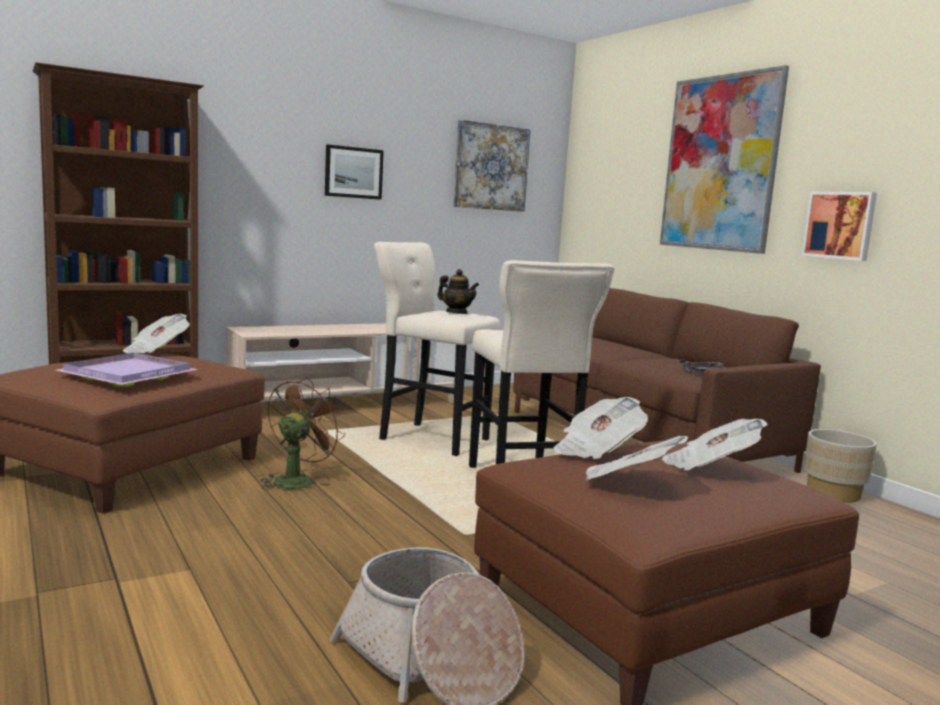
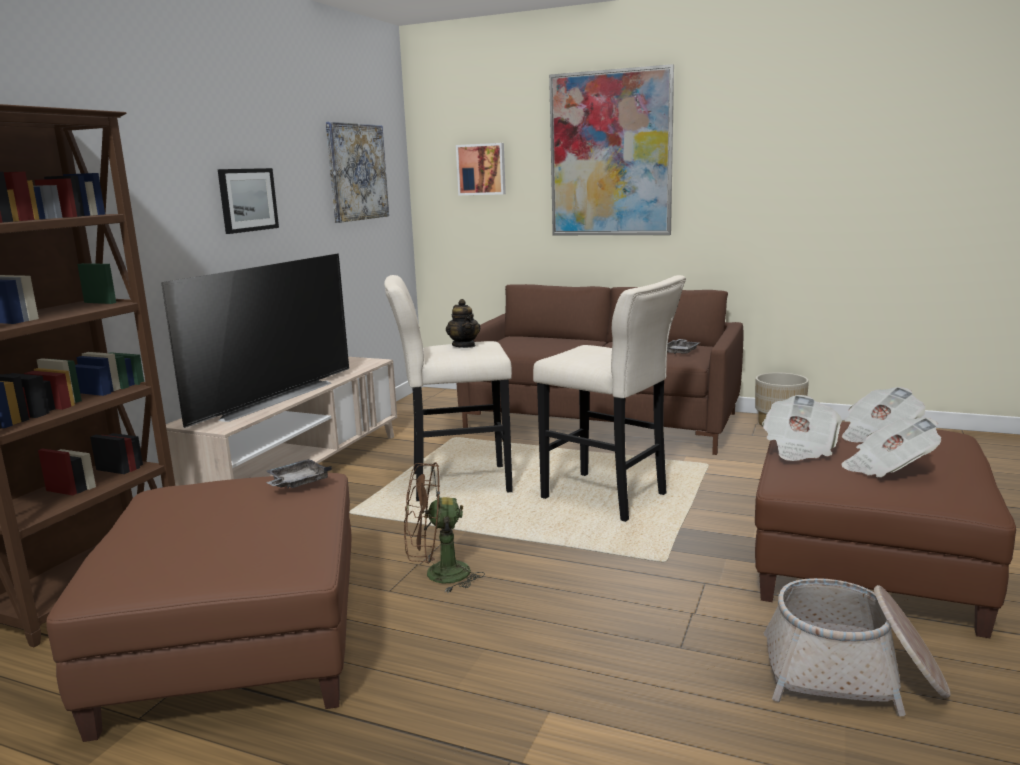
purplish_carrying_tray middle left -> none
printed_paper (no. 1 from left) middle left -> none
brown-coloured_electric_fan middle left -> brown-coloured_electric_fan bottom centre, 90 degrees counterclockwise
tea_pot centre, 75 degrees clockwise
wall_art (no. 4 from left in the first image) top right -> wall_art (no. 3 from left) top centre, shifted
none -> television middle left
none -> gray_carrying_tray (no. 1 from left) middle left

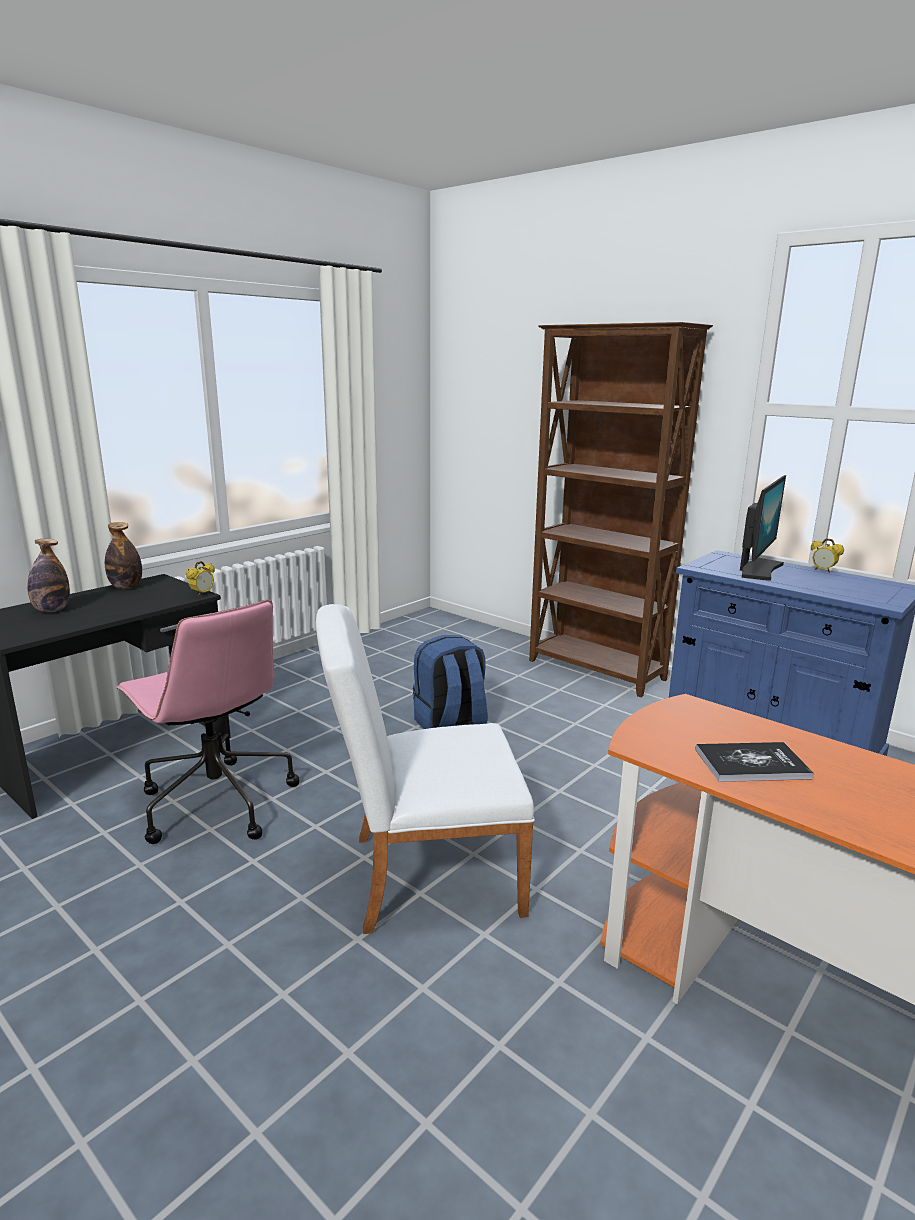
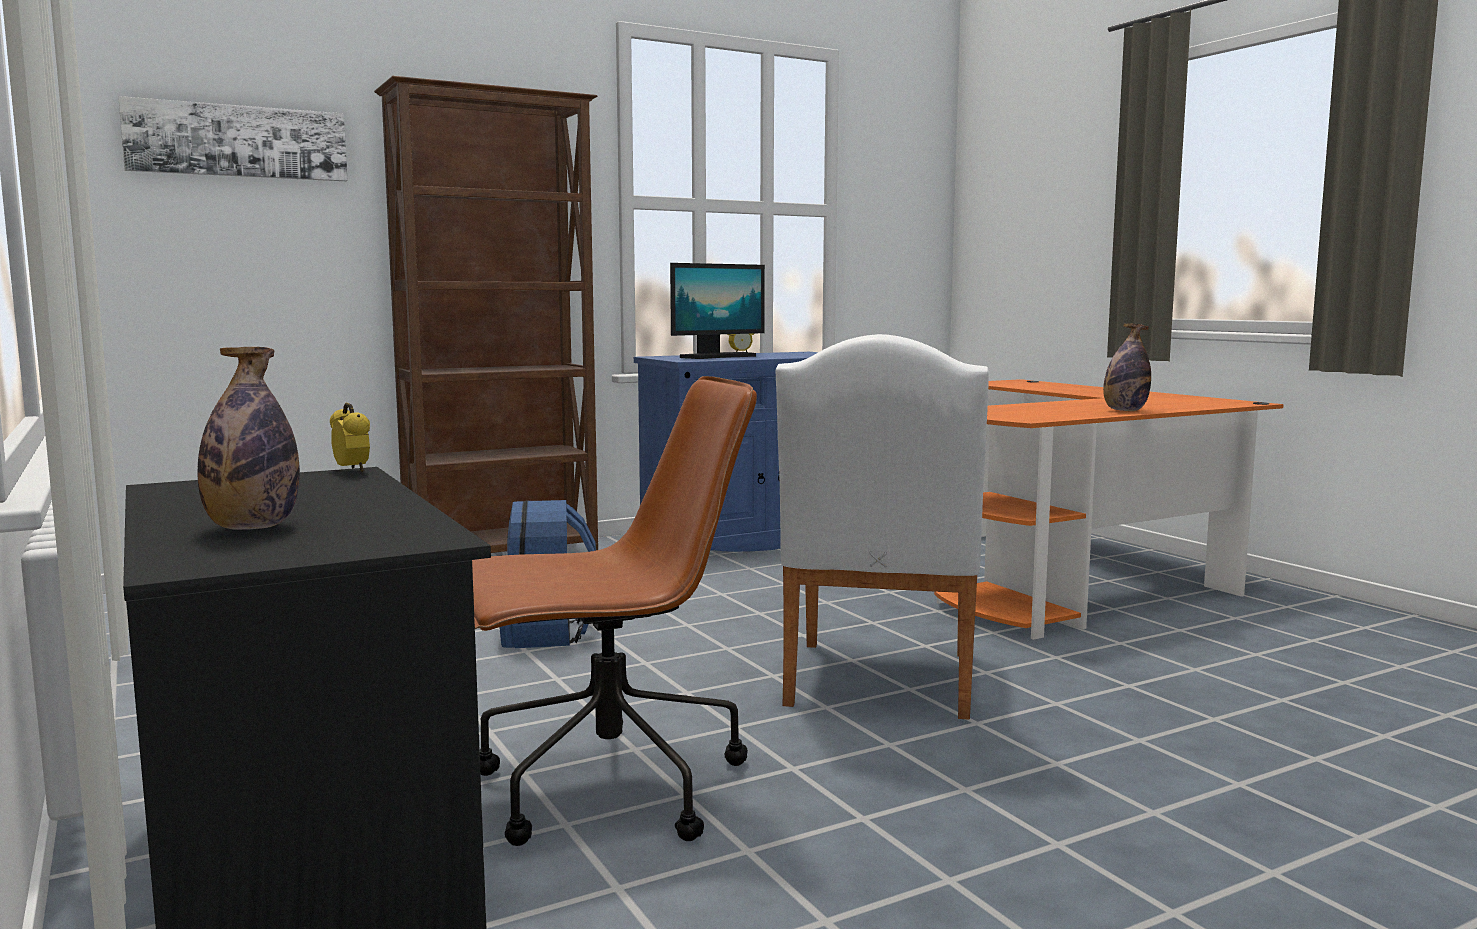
drink_bottle (no. 2 from left) middle left -> drink_bottle (no. 2 from left) middle right, shifted
pink_desk_chair middle left -> brown-coloured_desk_chair centre
volume middle right -> none
monitor middle right -> monitor centre, 90 degrees clockwise
none -> wall_art top left

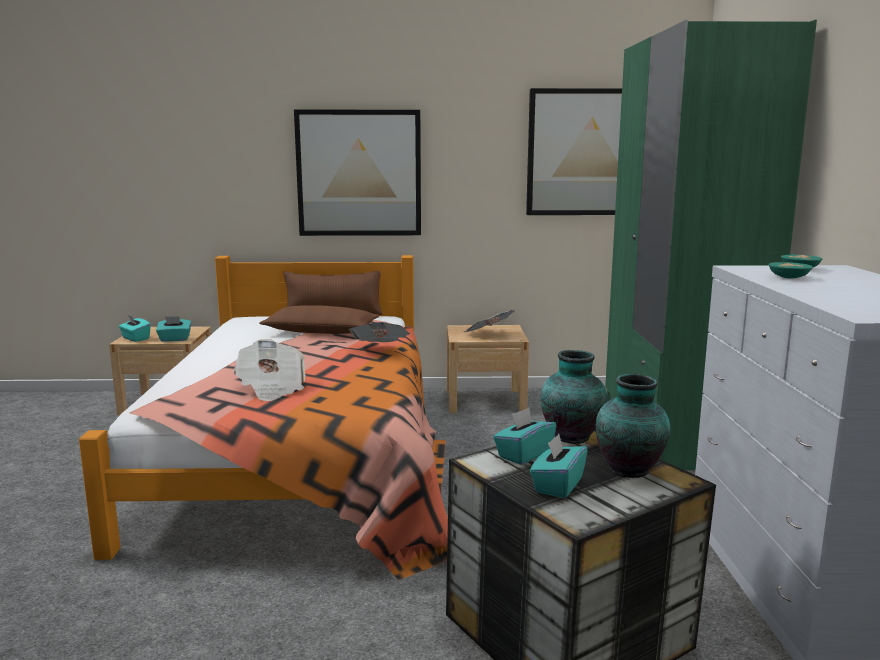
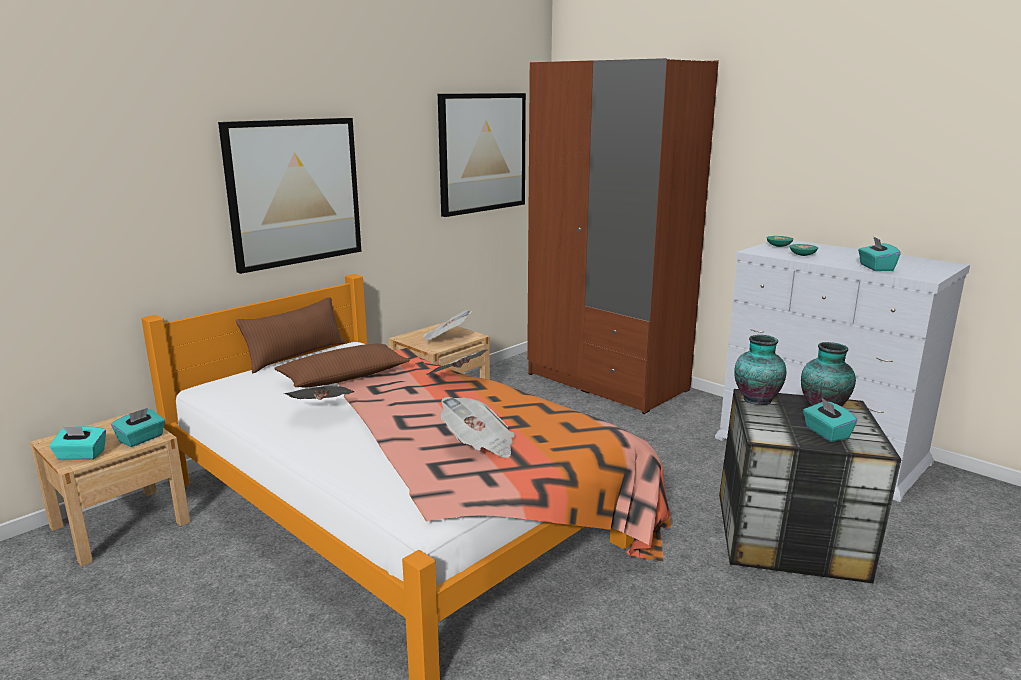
turquoise_box_of_tissues (no. 3 from left in the first image) centre -> turquoise_box_of_tissues (no. 4 from left) middle right, shifted
greenish_armoire middle right -> brown-coloured_armoire centre
none -> printed_paper (no. 1 from left) middle left

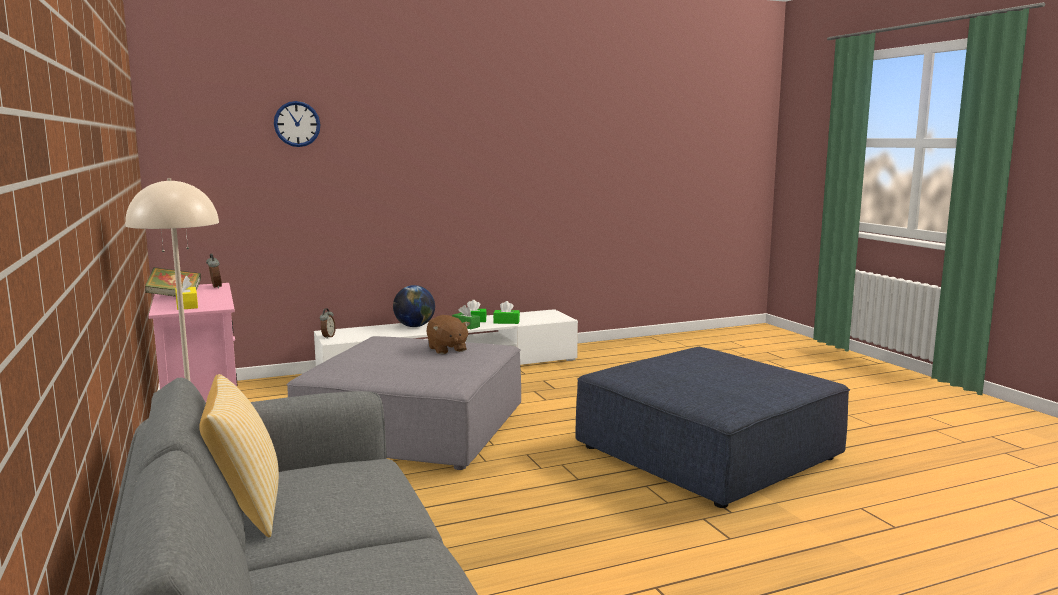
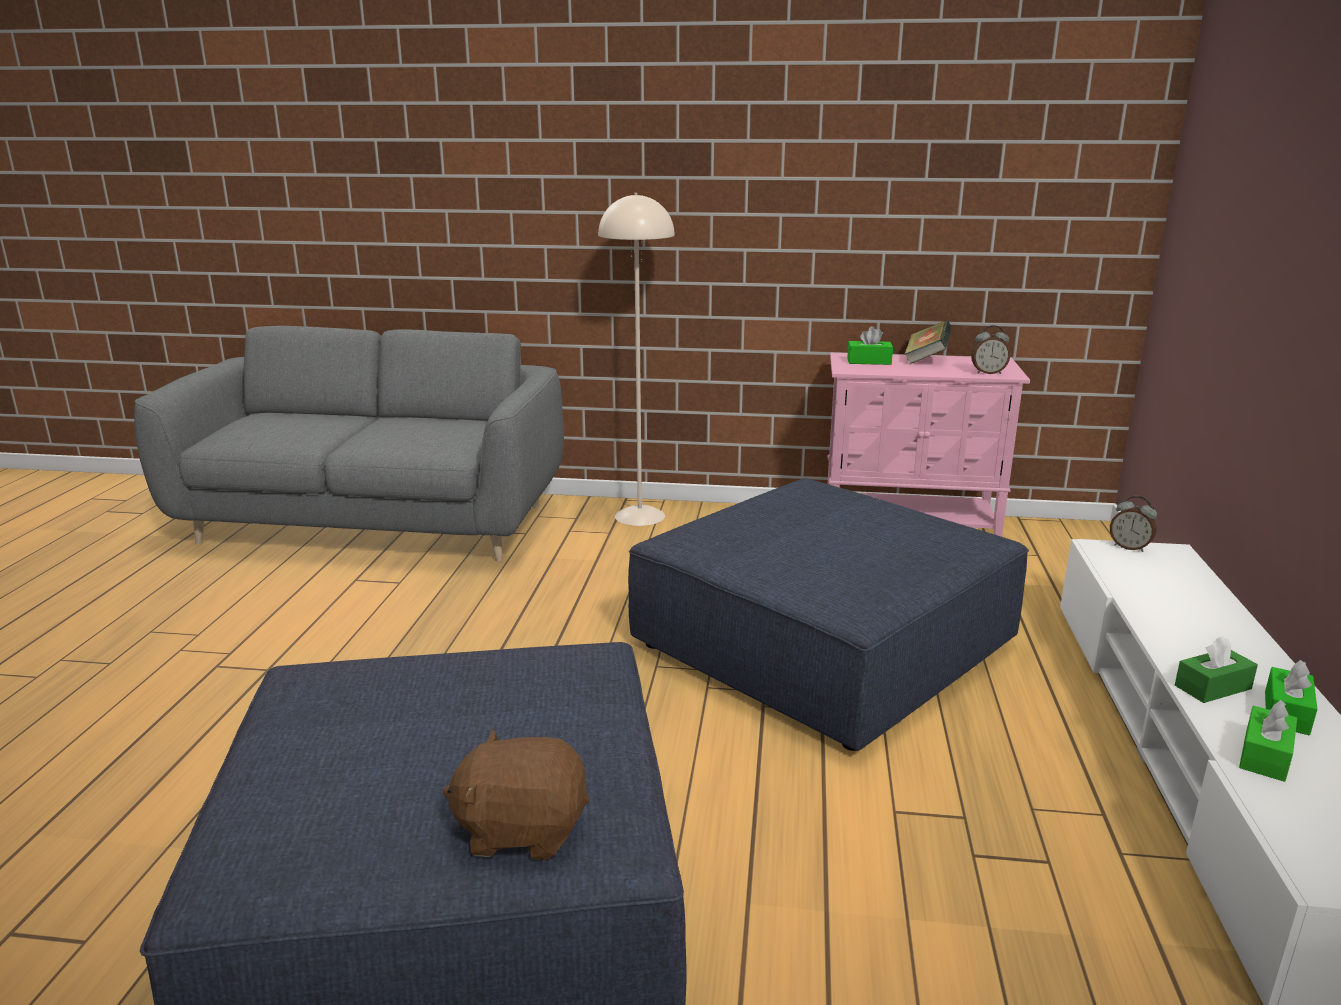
yellow-coloured_box_of_tissues middle left -> greenish_box_of_tissues (no. 1 from left) centre
cushion bottom left -> none
wall_clock top left -> none
gray_ottoman bottom centre -> bluish_ottoman (no. 2 from left) centre
world_globe centre -> none
brown-coloured_soft_toy centre -> brown-coloured_soft_toy bottom centre, shifted

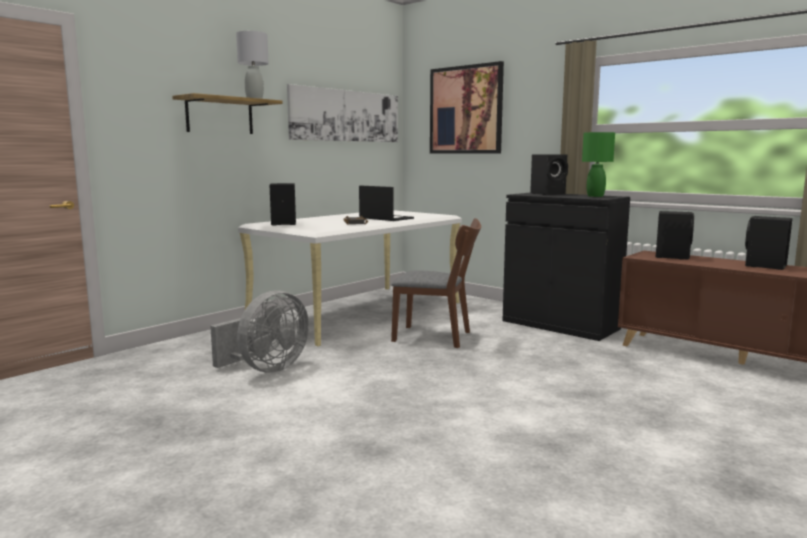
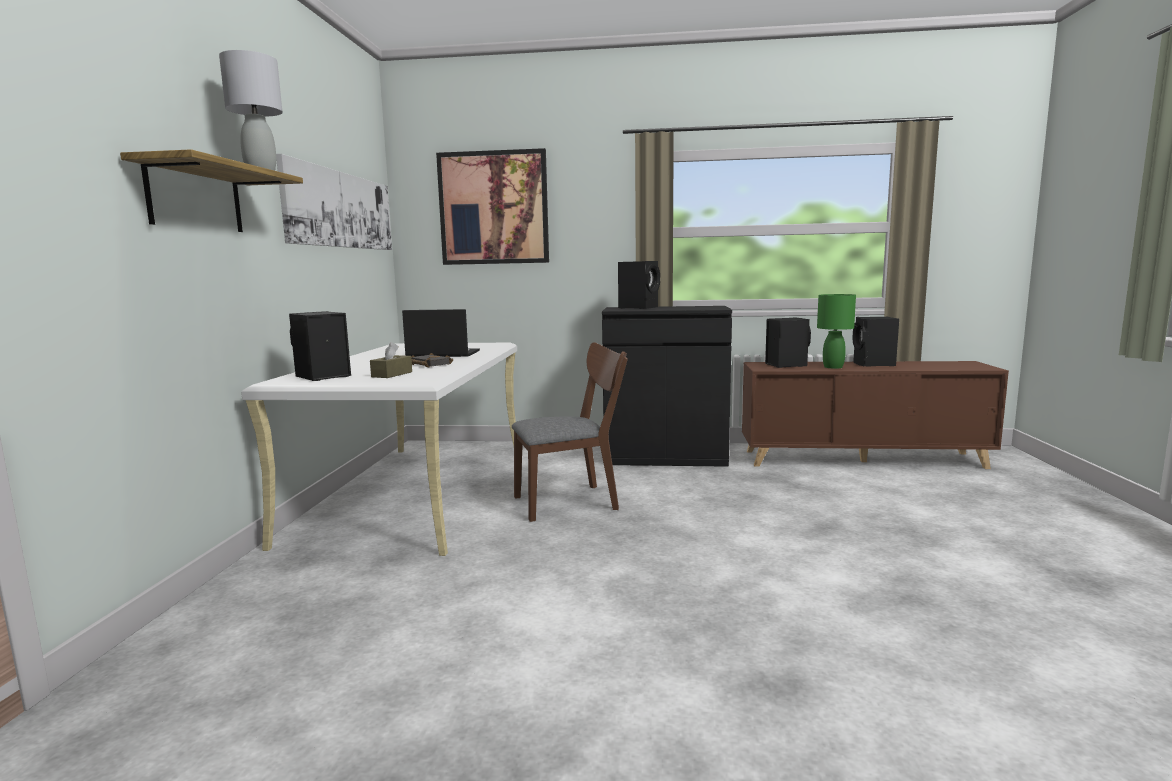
gray_electric_fan middle left -> none
greenish_table_lamp top right -> greenish_table_lamp middle right, shifted
none -> brown-coloured_box_of_tissues centre

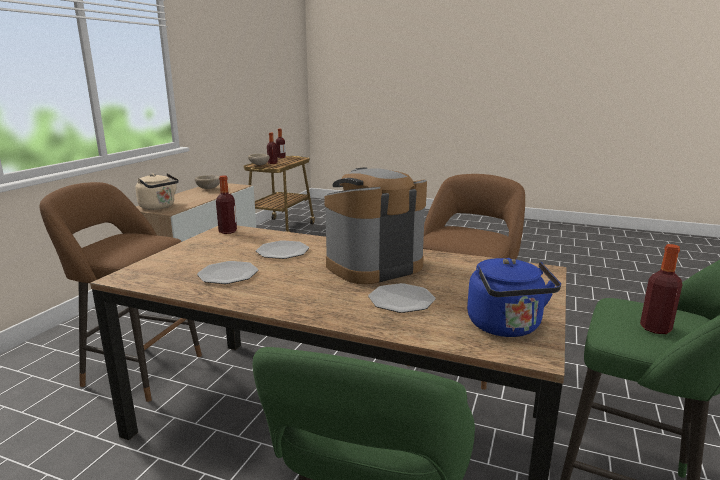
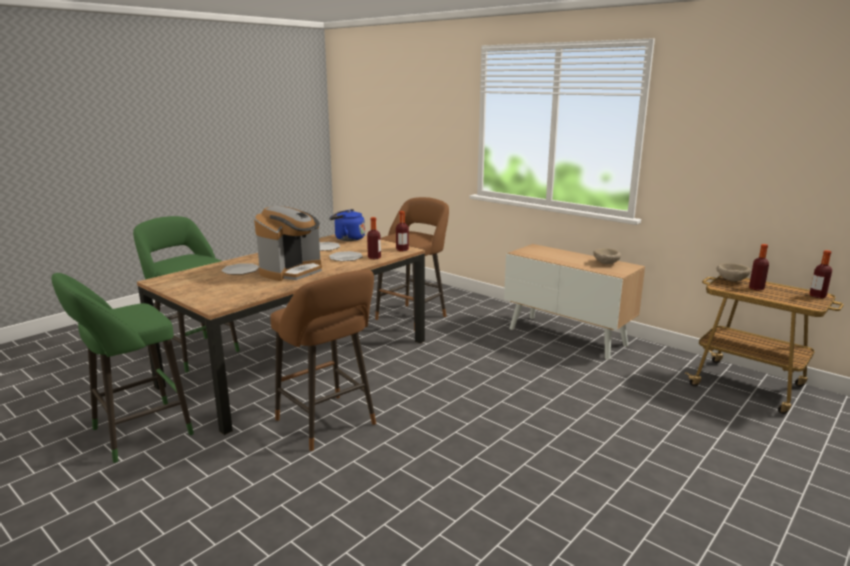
beige_kettle middle left -> none
coffee_maker centre, 45 degrees clockwise
bluish_kettle middle right -> bluish_kettle centre, shifted
drink_bottle (no. 4 from left in the first image) middle right -> drink_bottle (no. 1 from left) centre, shifted

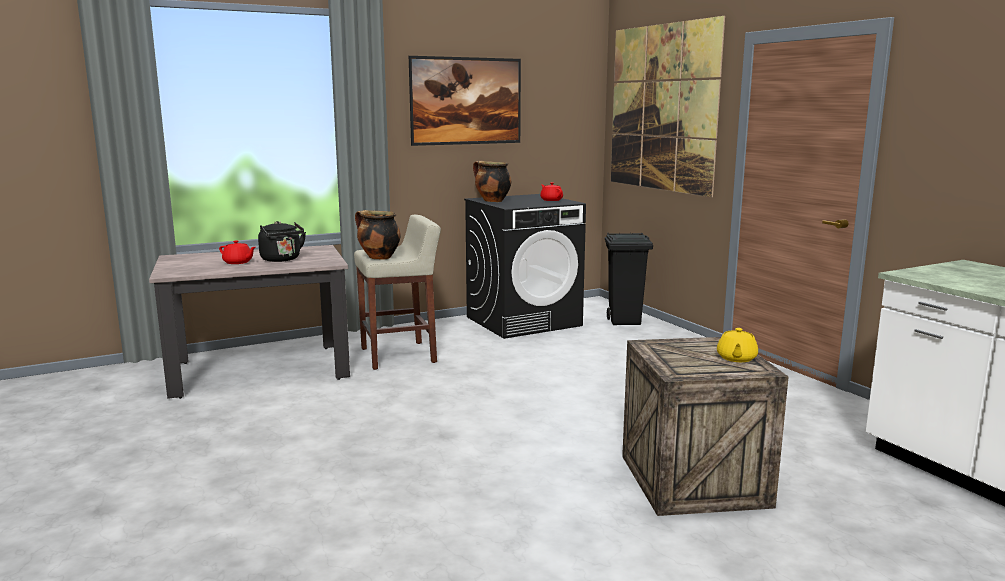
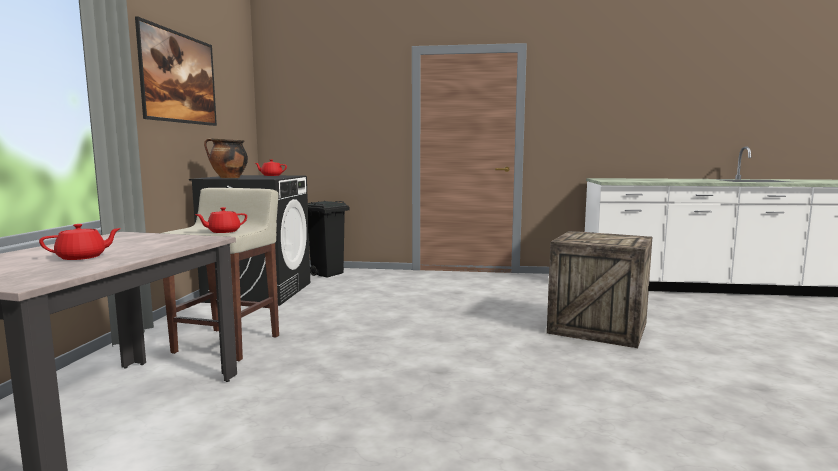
black_kettle middle left -> none
cooking_pot (no. 1 from left) centre -> reddish_tea_pot (no. 2 from left) middle left
wall_art (no. 2 from left) top centre -> none
yellow-coloured_tea_pot middle right -> none

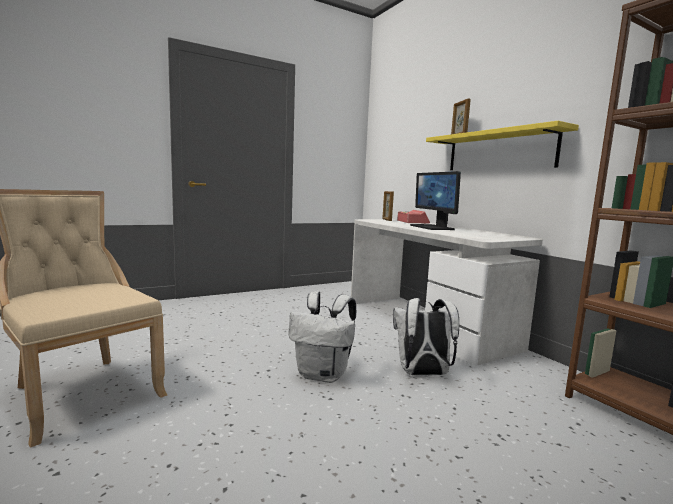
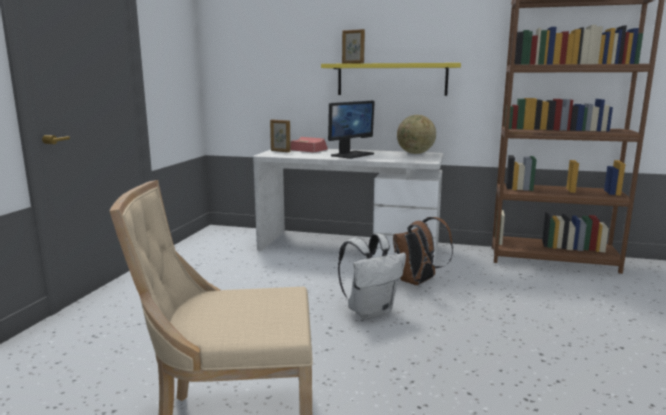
white_knapsack (no. 2 from left) bottom centre -> brown-coloured_knapsack centre
monitor centre -> monitor top centre, 75 degrees counterclockwise
none -> world_globe top centre

